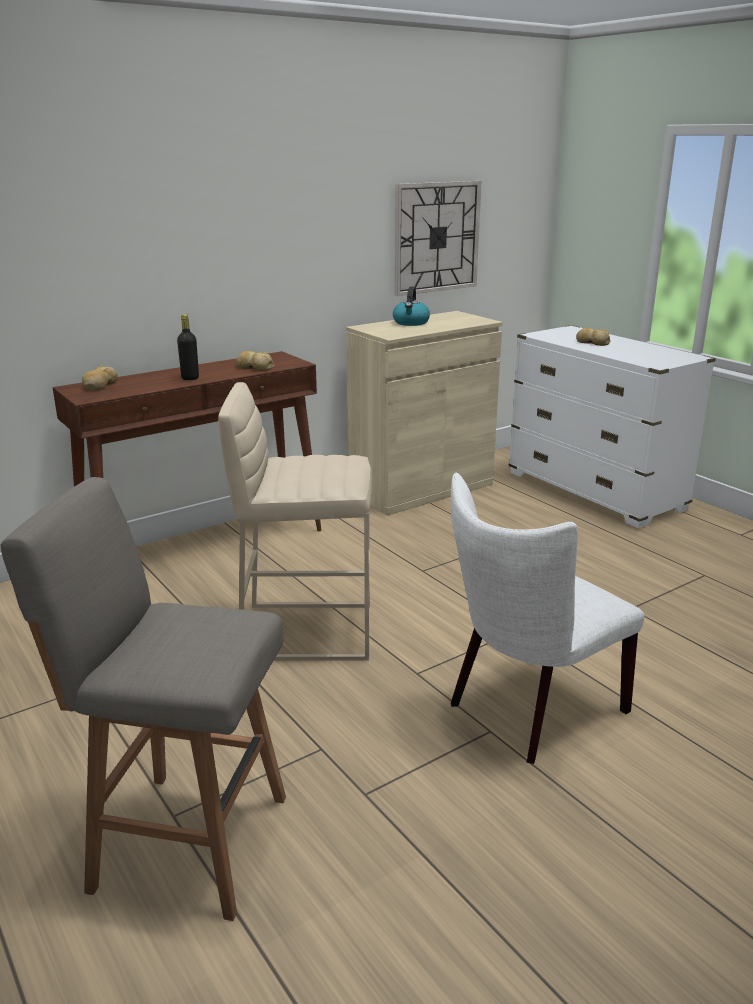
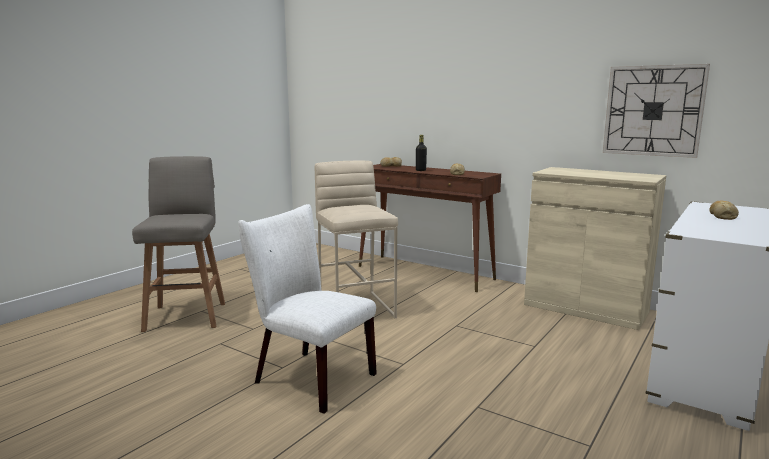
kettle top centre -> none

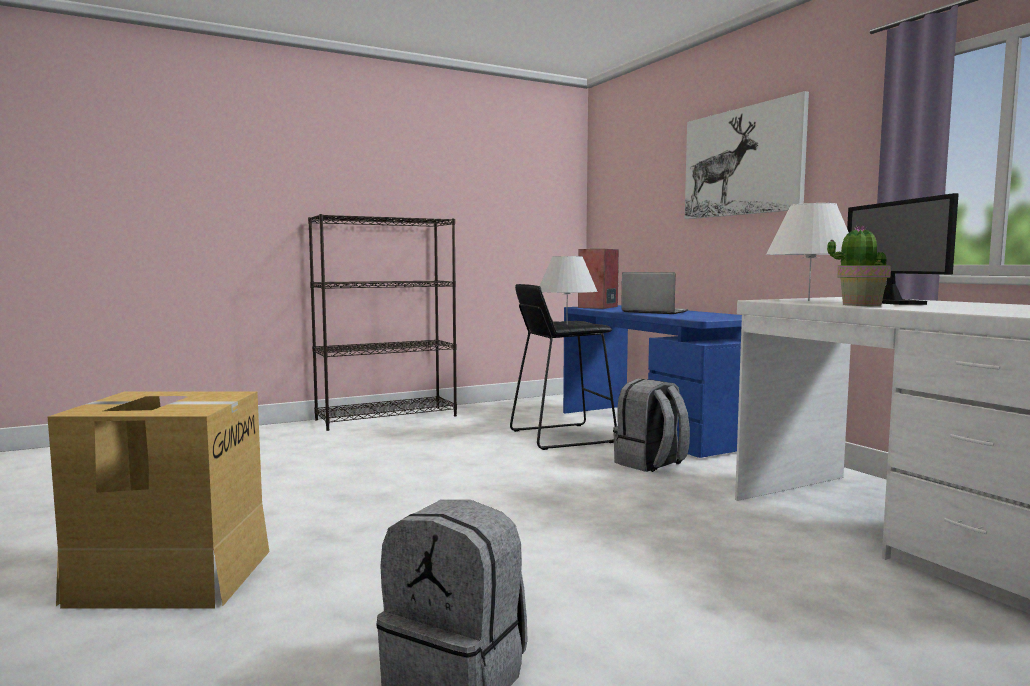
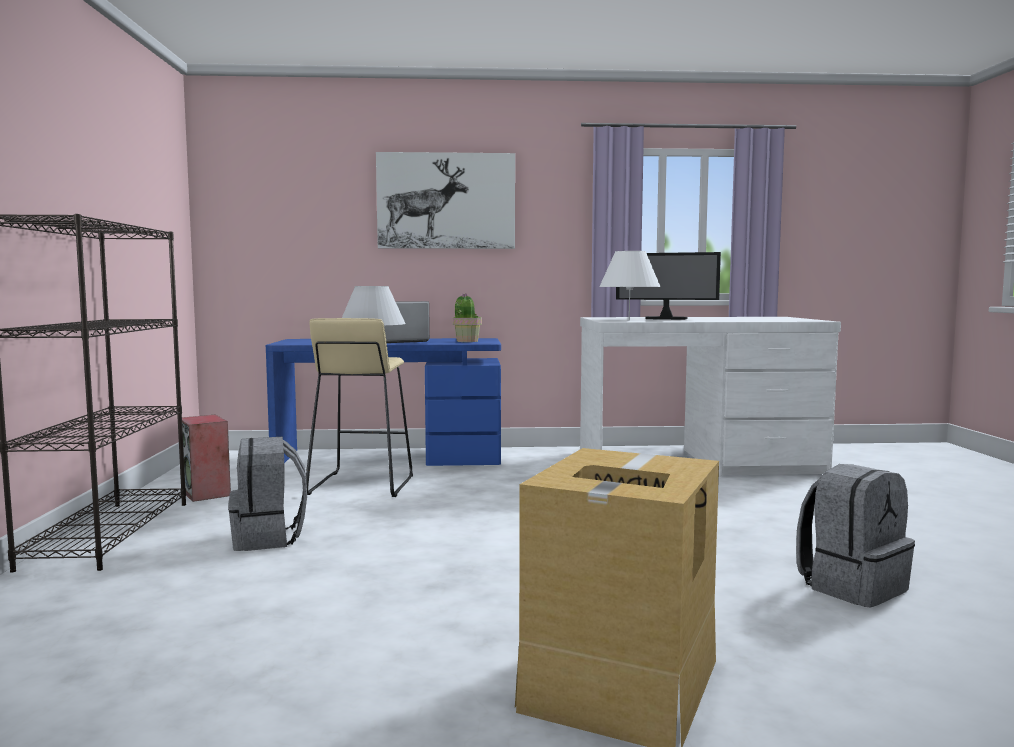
black_stool_seat centre -> beige_stool_seat centre
audio_speaker centre -> audio_speaker middle left, shifted
gray_knapsack (no. 2 from left in the first image) centre -> gray_knapsack (no. 1 from left) middle left, shifted
potted_plant middle right -> potted_plant centre, shifted

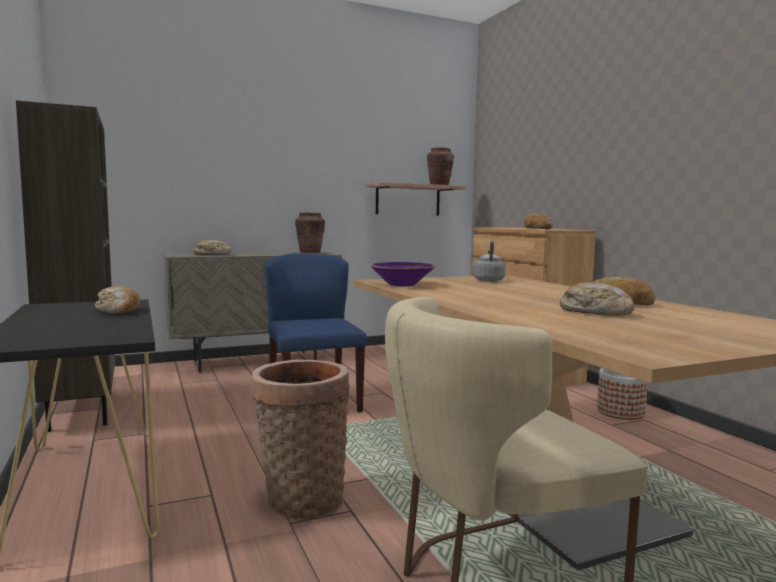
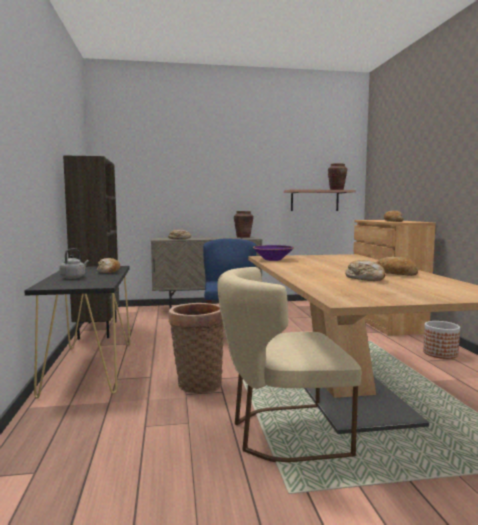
gray_kettle centre -> gray_kettle middle left, shifted

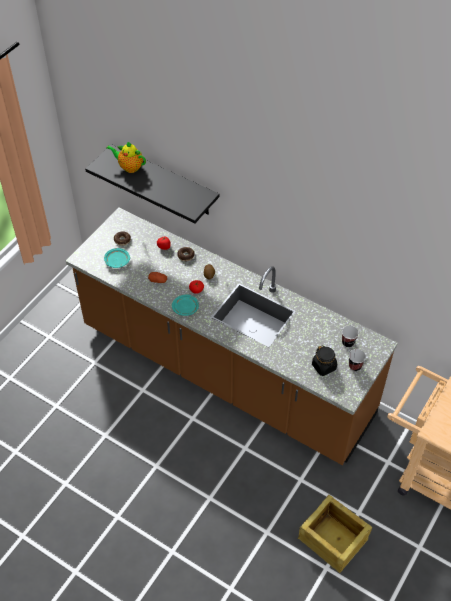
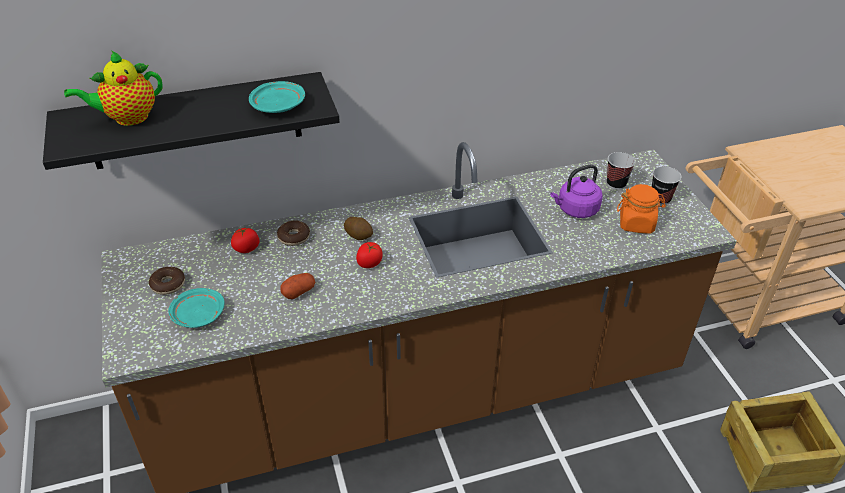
turquoise_flat_dish (no. 2 from left) centre -> turquoise_flat_dish (no. 2 from left) top left, shifted
black_preserve_jar middle right -> orangey_preserve_jar middle right
none -> purplish_kettle middle right

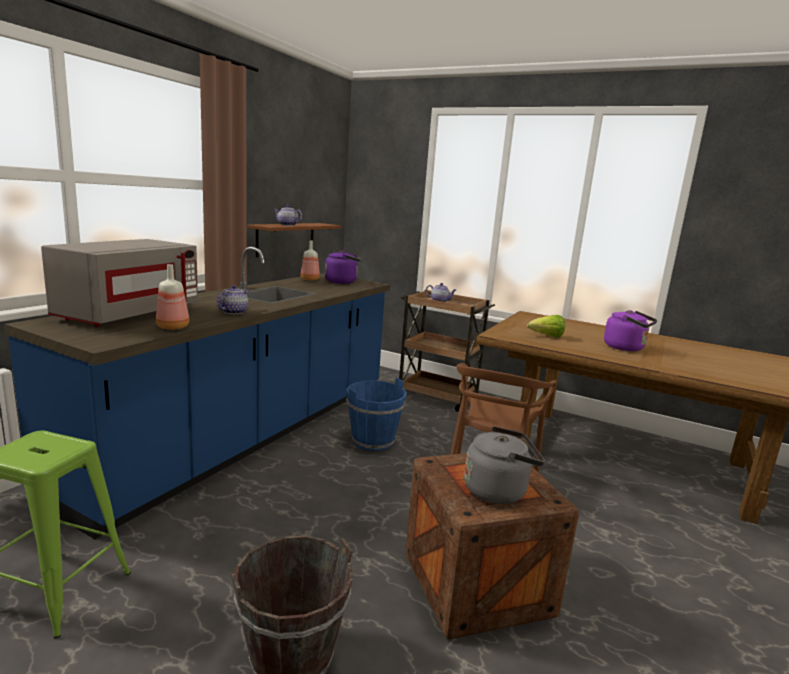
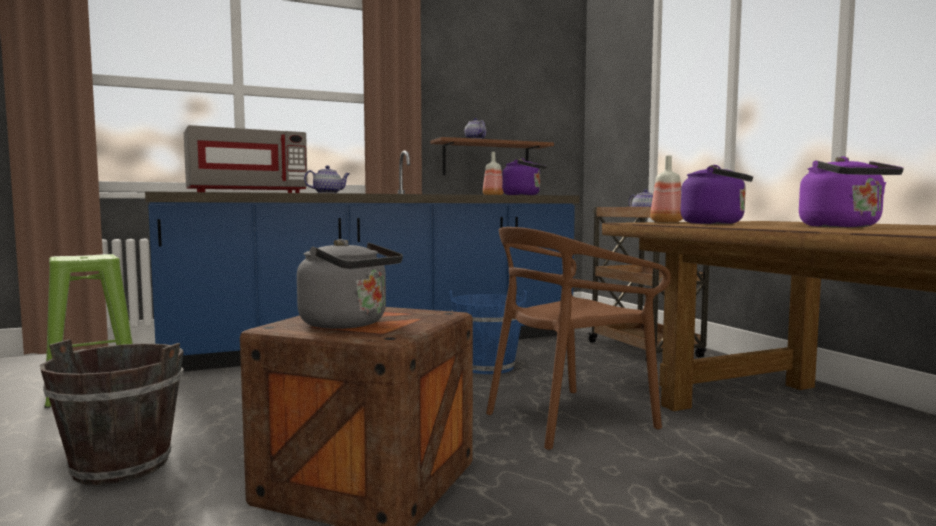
drink_bottle (no. 1 from left in the first image) middle left -> drink_bottle (no. 2 from left) middle right, shifted
lettuce_head middle right -> purplish_kettle (no. 2 from left) middle right

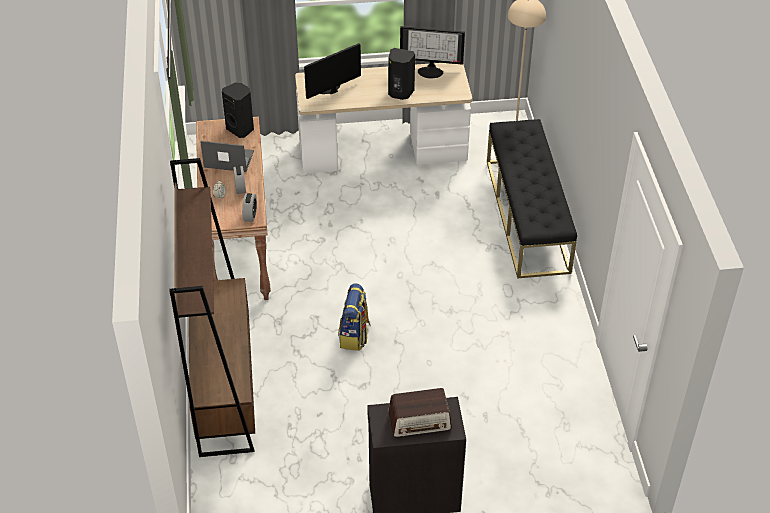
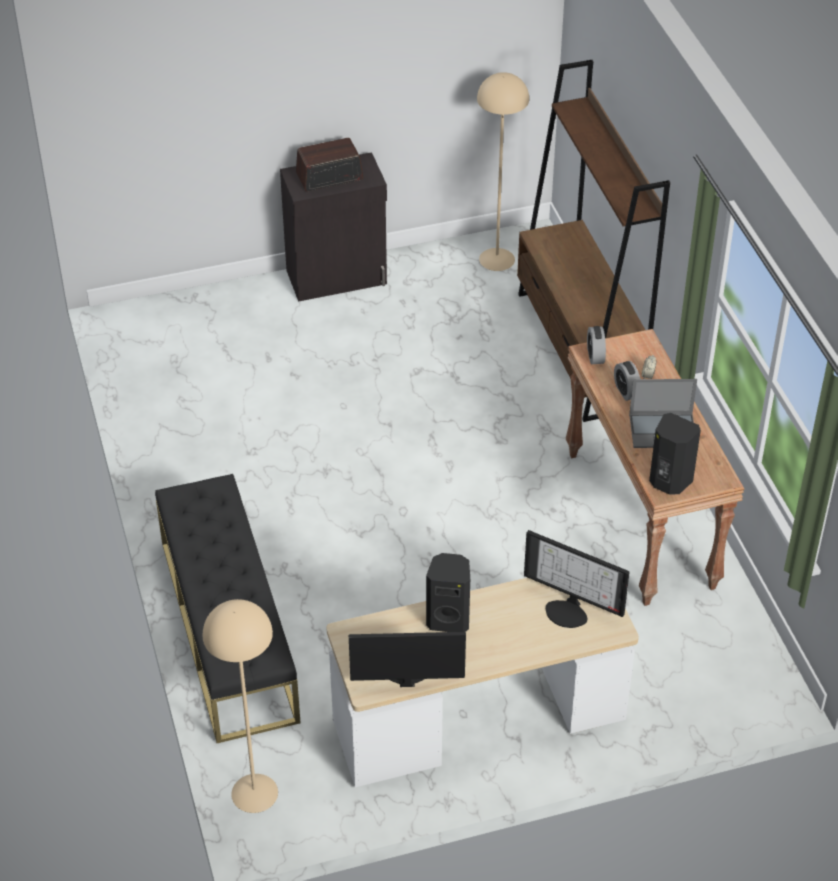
monitor (no. 1 from left in the first image) top centre -> monitor (no. 2 from left) middle right, 75 degrees clockwise
knapsack centre -> none
none -> beige_standing_lamp (no. 2 from left) top centre

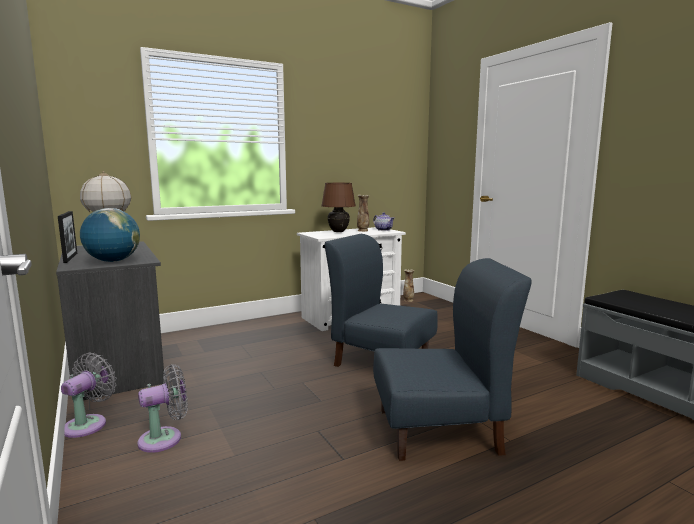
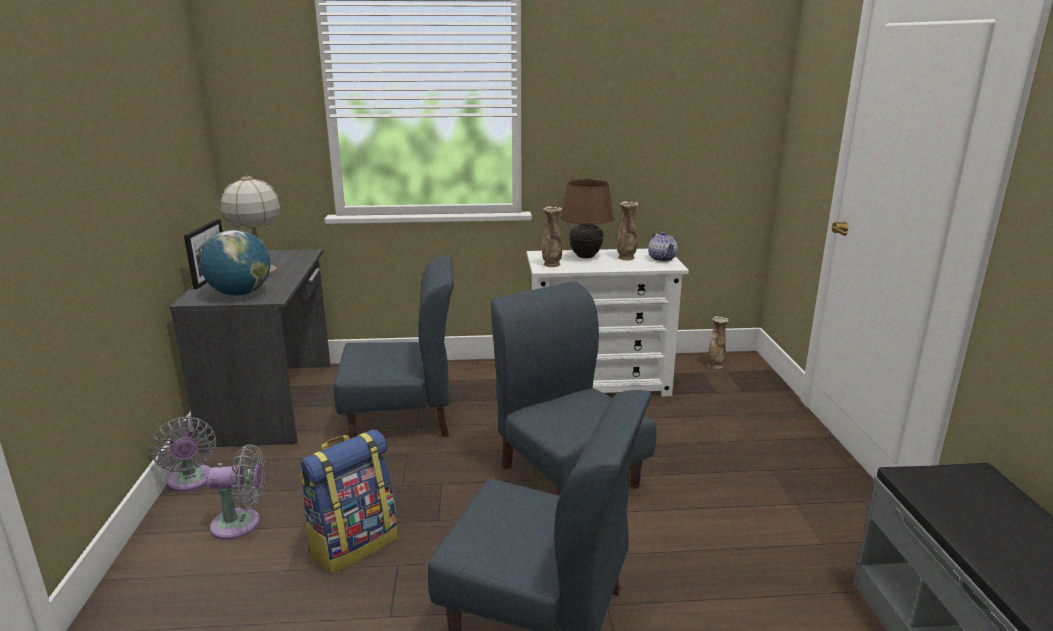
gray_electric_fan (no. 1 from left) bottom left, 105 degrees clockwise
none -> knapsack bottom left
none -> bluish_chair (no. 1 from left) centre
none -> decorative_vase (no. 1 from left) centre

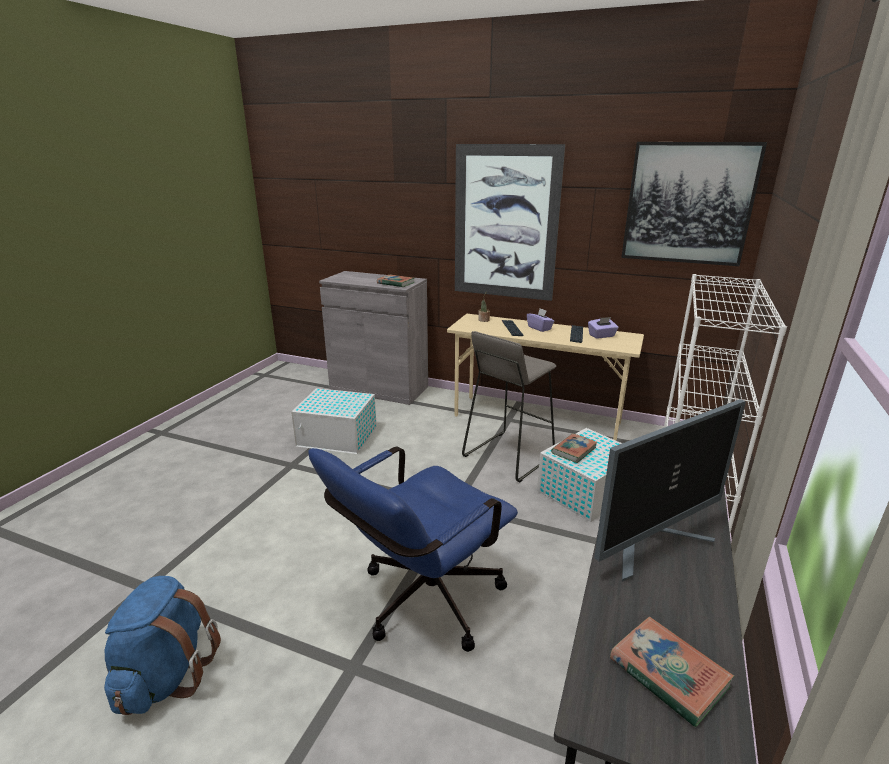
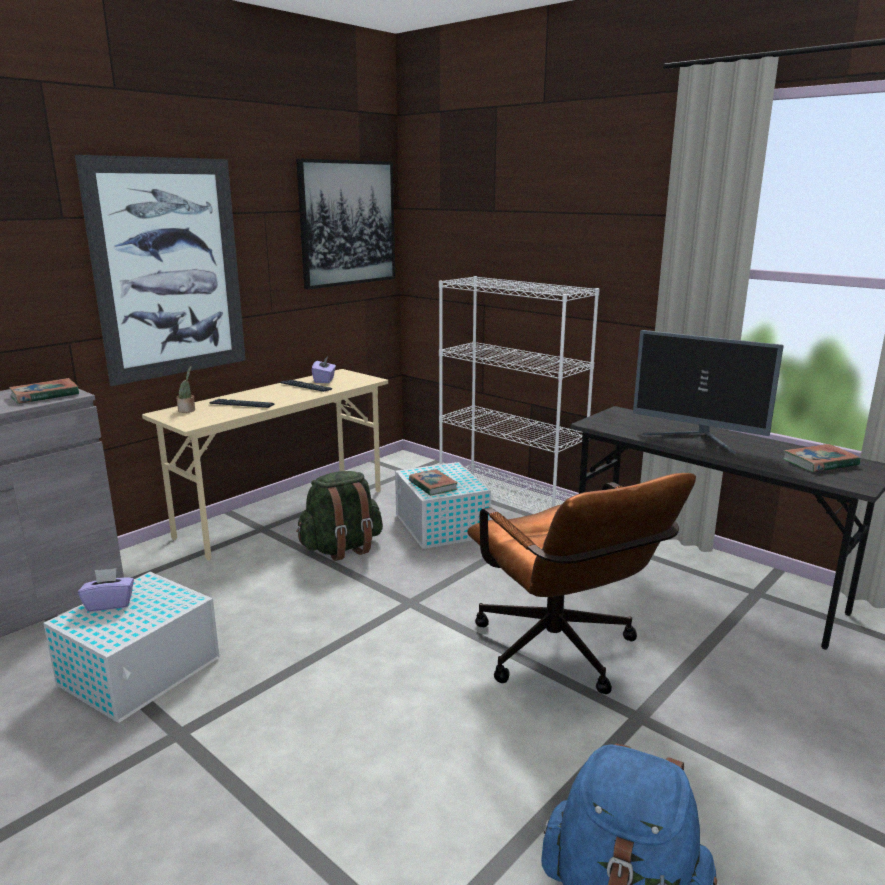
bluish_desk_chair bottom centre -> brown-coloured_desk_chair centre
gray_stool_seat centre -> greenish_knapsack centre
purplish_box_of_tissues (no. 1 from left) centre -> purplish_box_of_tissues (no. 1 from left) bottom left, shifted
monitor middle right, 135 degrees clockwise

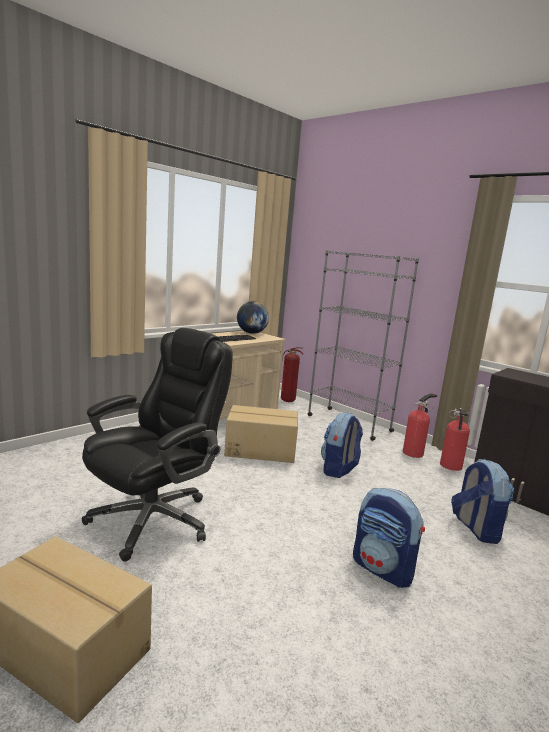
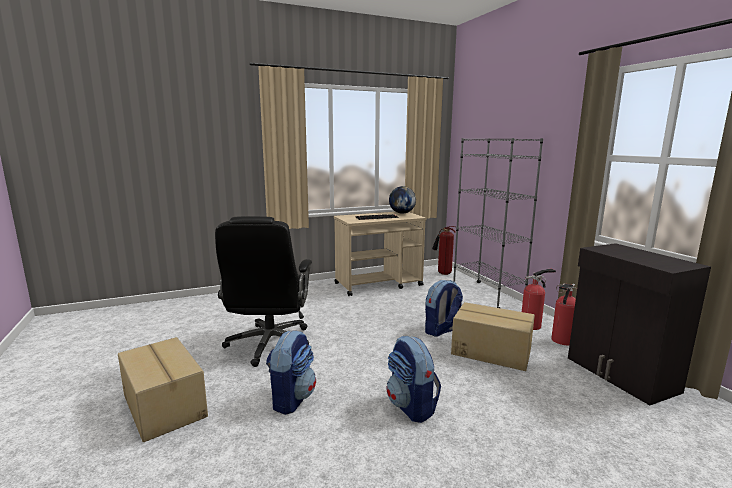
black_desk_chair middle left -> black_desk_chair centre, 120 degrees clockwise
packing_box (no. 2 from left) centre -> packing_box (no. 2 from left) bottom right, shifted
knapsack (no. 3 from left in the first image) bottom right -> knapsack (no. 1 from left) bottom centre, shifted

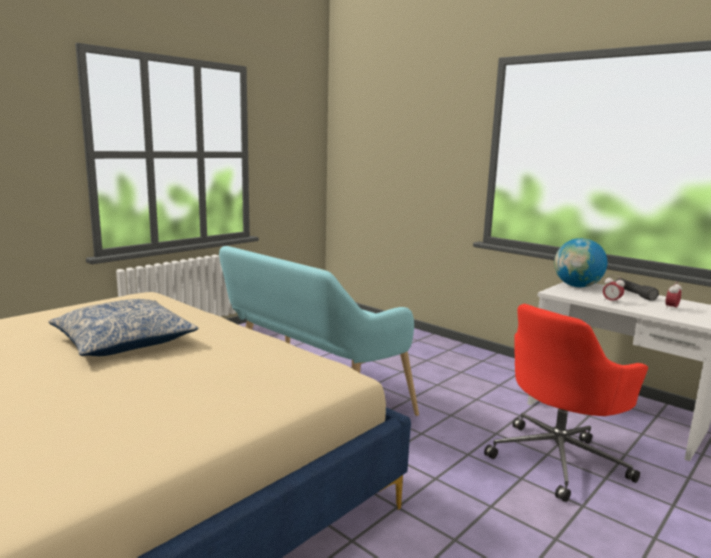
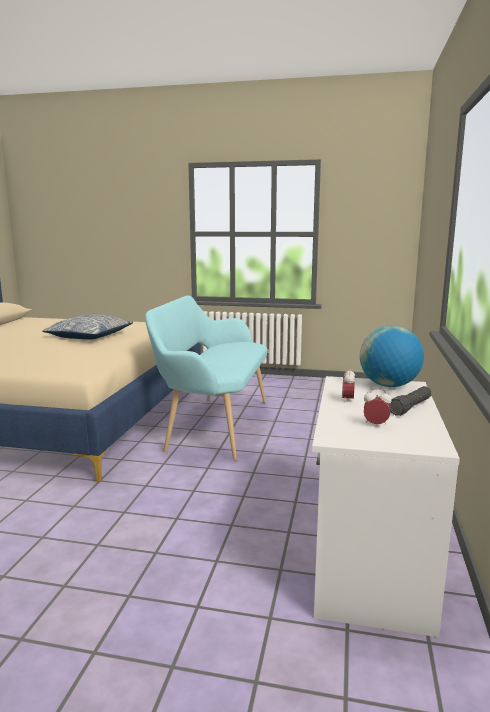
reddish_desk_chair bottom right -> none

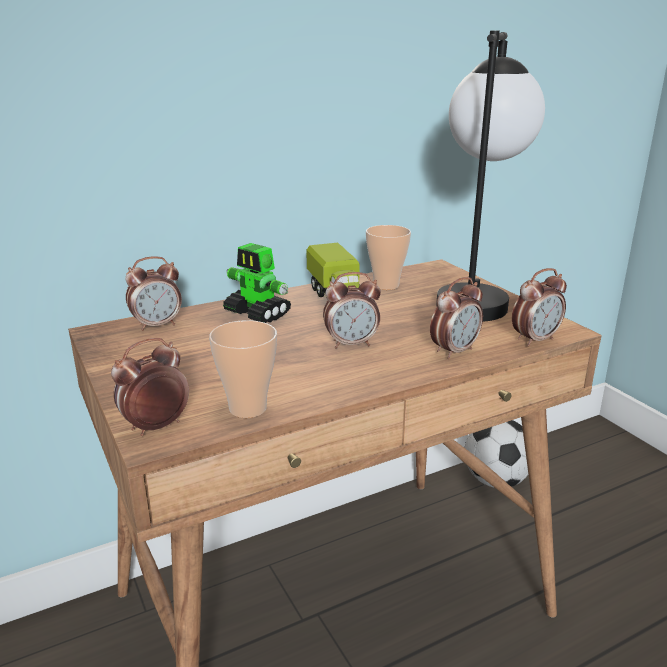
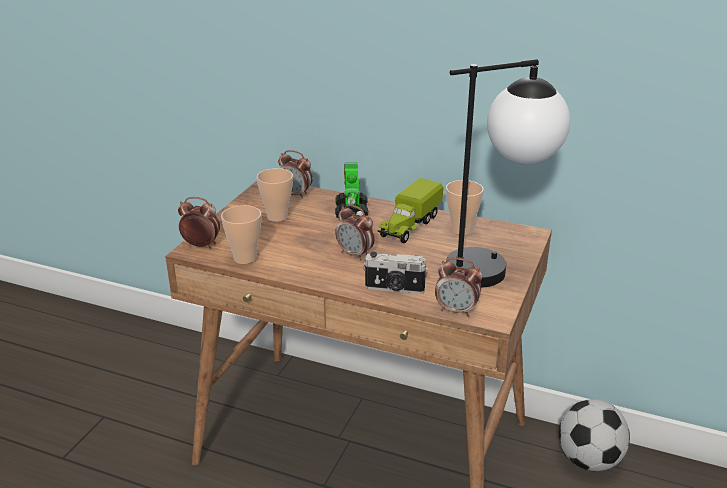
table_clock (no. 4 from left) middle right -> still_camera centre
none -> small_cup (no. 2 from left) centre

